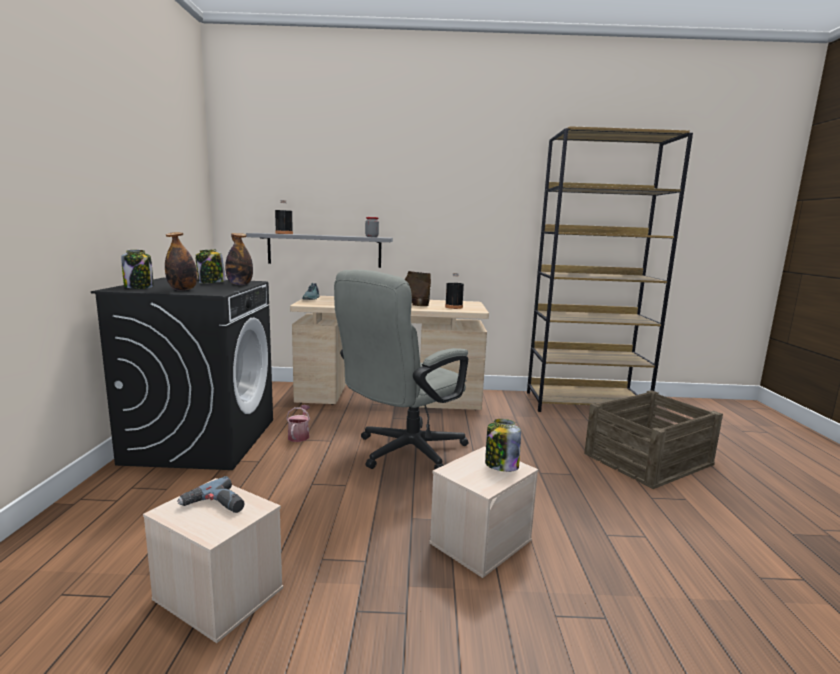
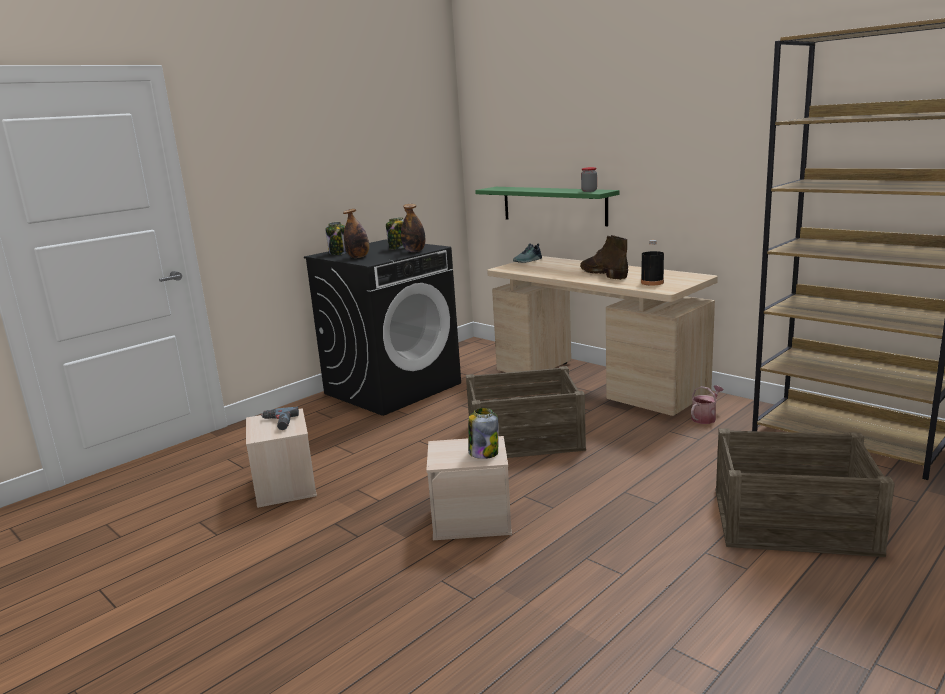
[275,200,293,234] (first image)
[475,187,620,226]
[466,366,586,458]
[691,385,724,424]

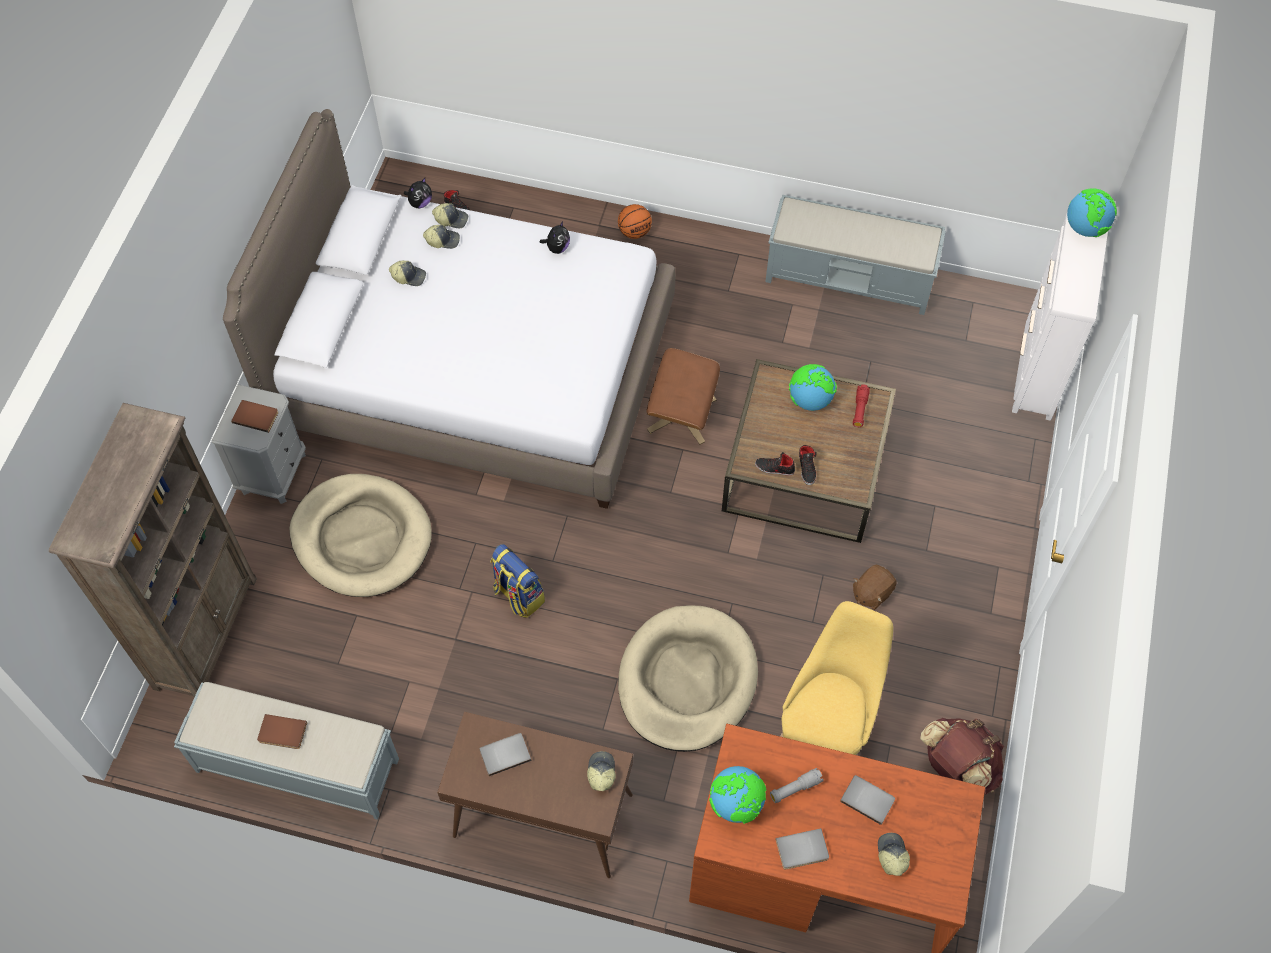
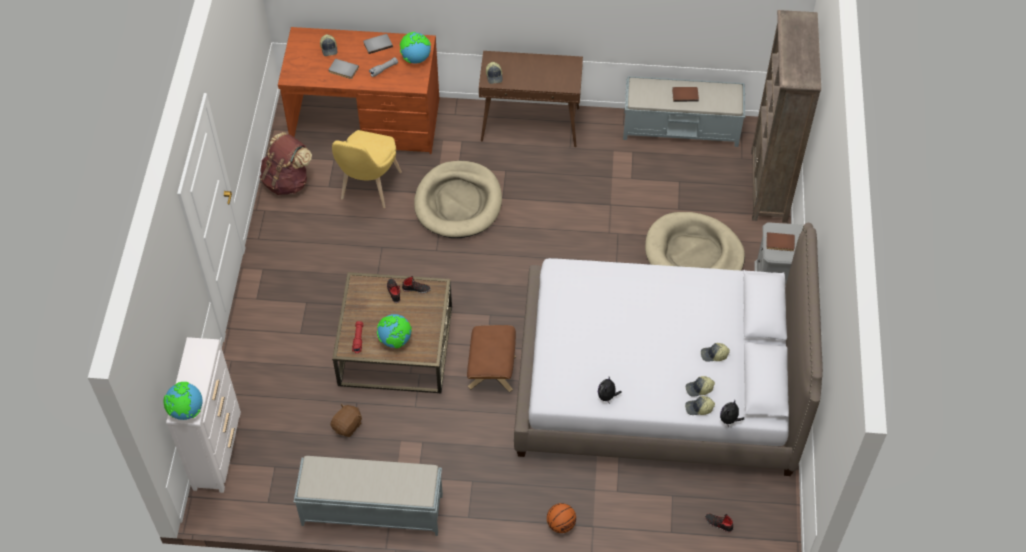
[491,544,545,618] (first image)
[330,404,362,437]
[480,733,531,776] (first image)

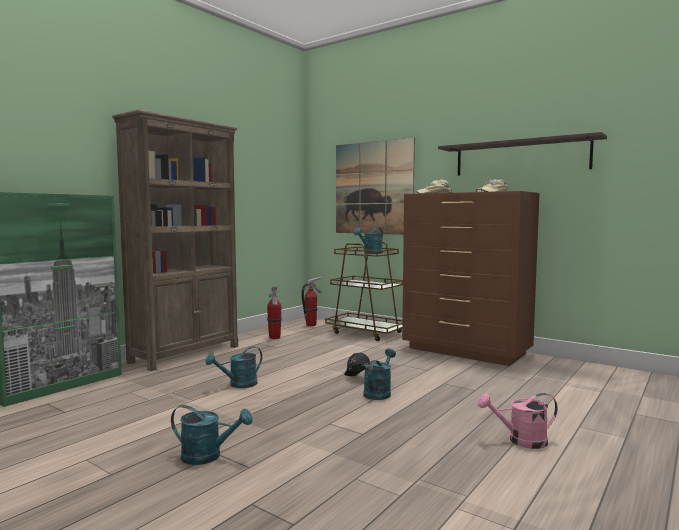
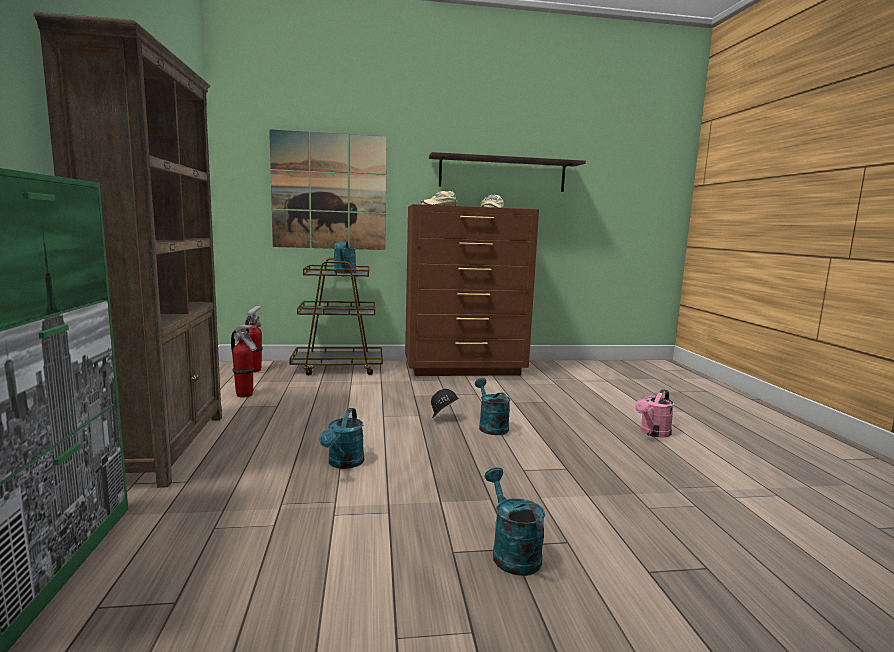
[485,467,545,576]

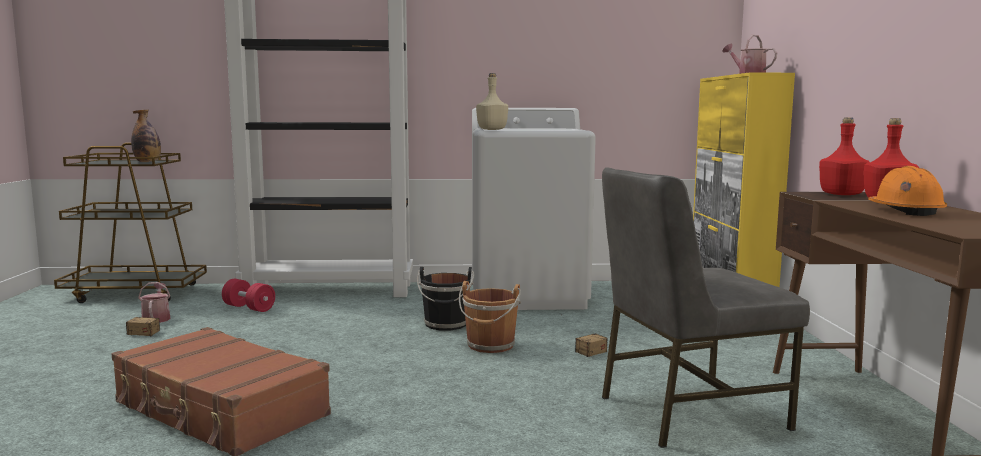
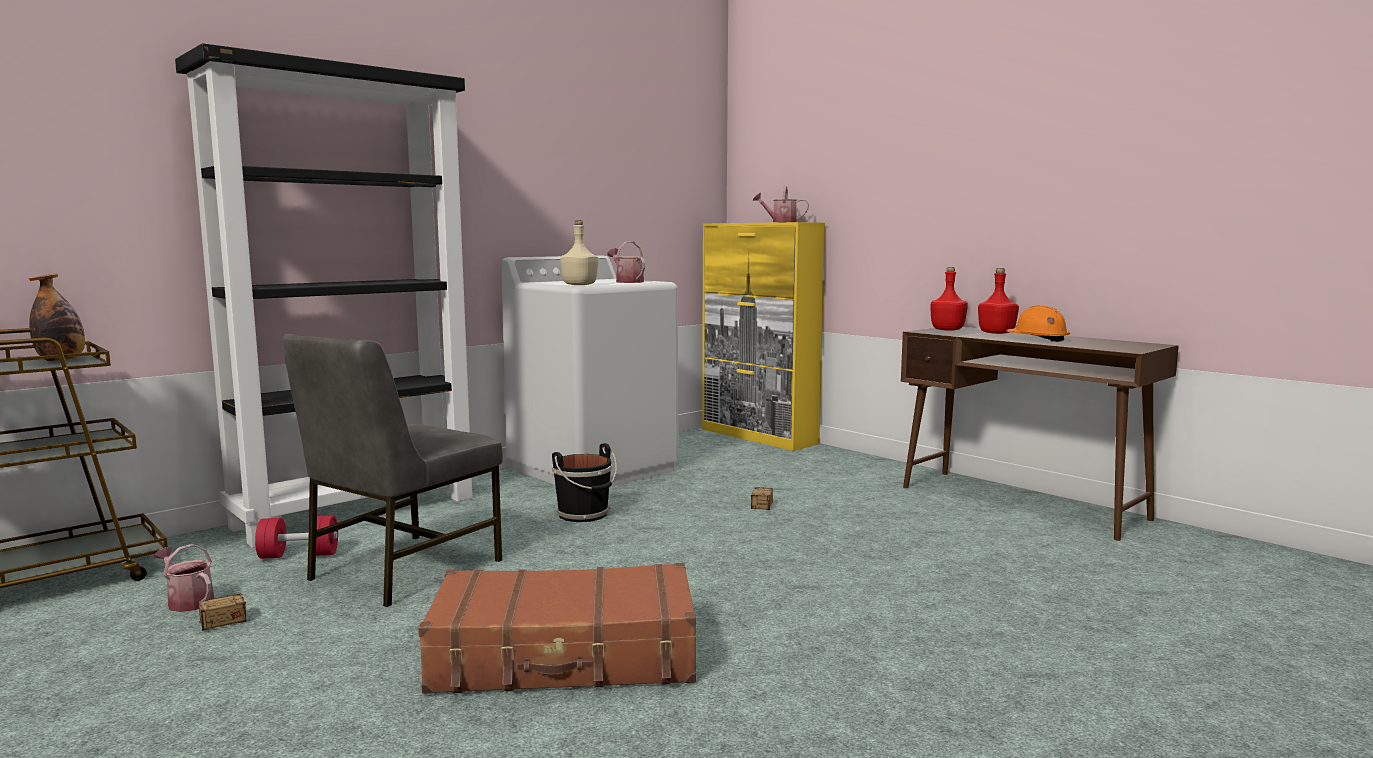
[282,334,503,607]
[459,281,521,353] (first image)
[607,242,645,283]

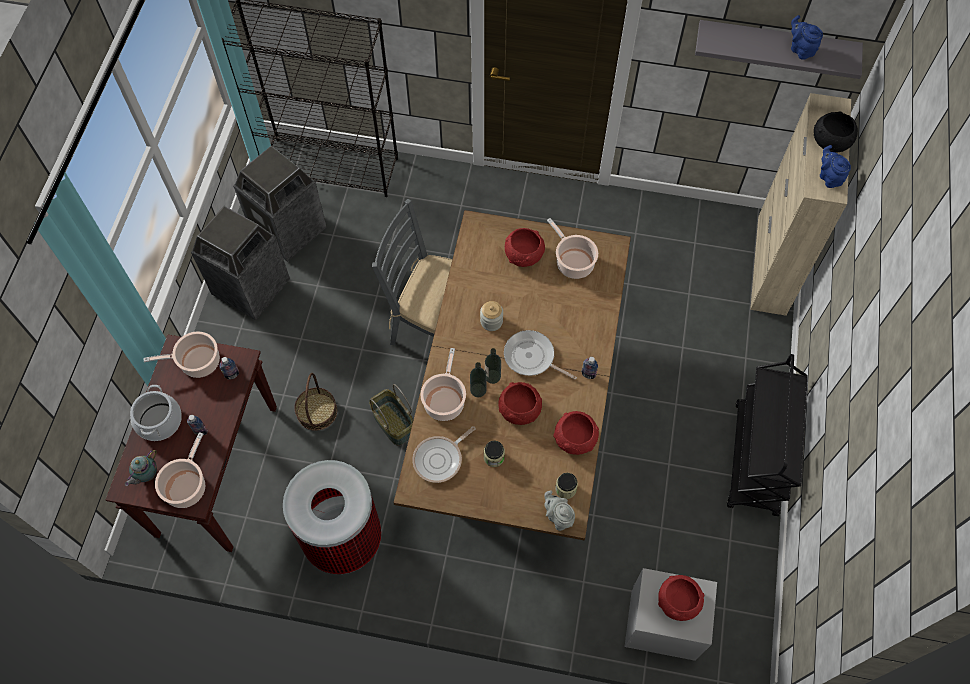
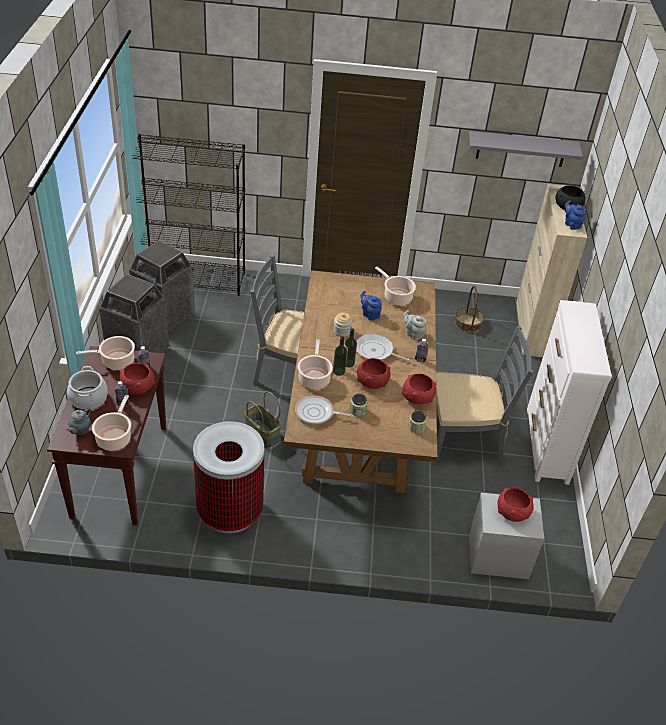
[360,291,382,321]
[119,363,155,395]
[527,300,612,485]
[454,286,484,333]
[295,395,353,424]
[404,310,426,340]
[436,326,533,463]

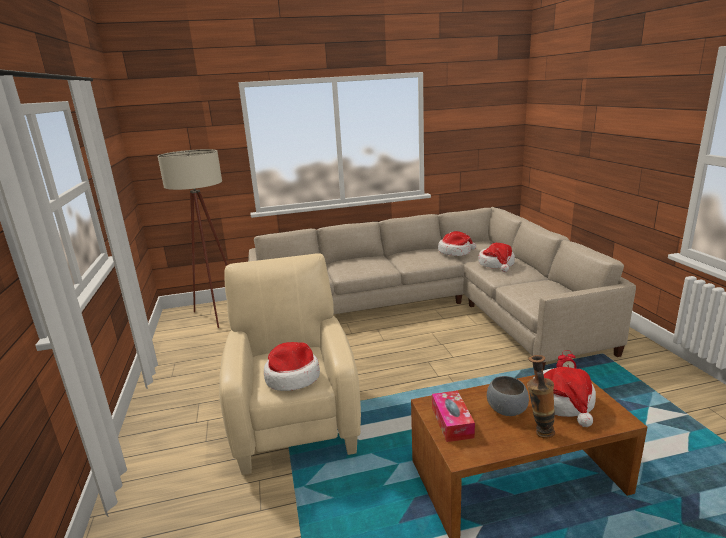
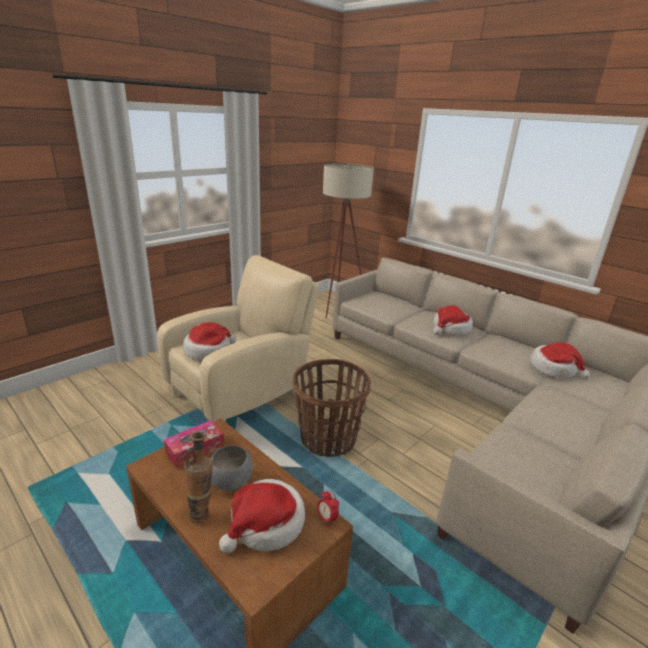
[433,305,473,335]
[293,359,371,457]

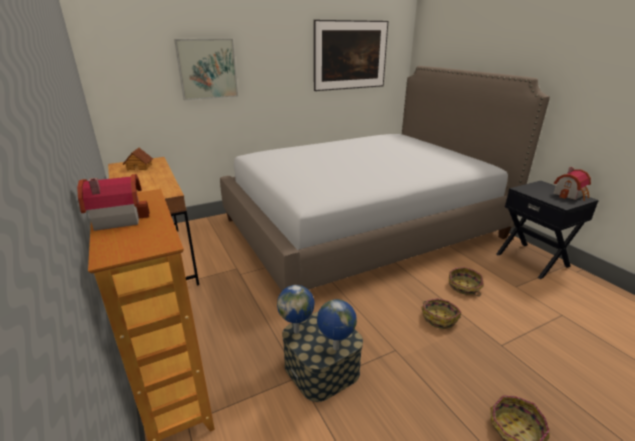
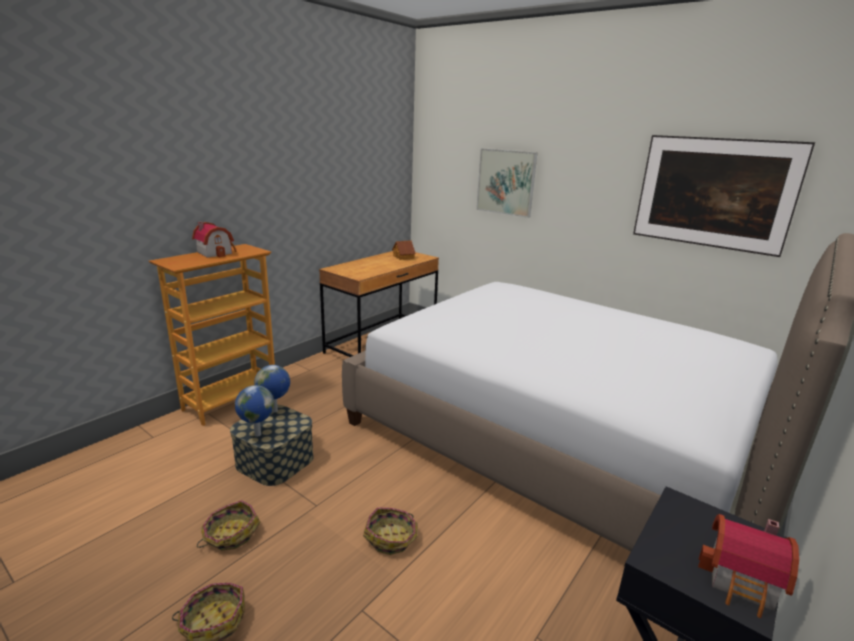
[197,500,260,550]

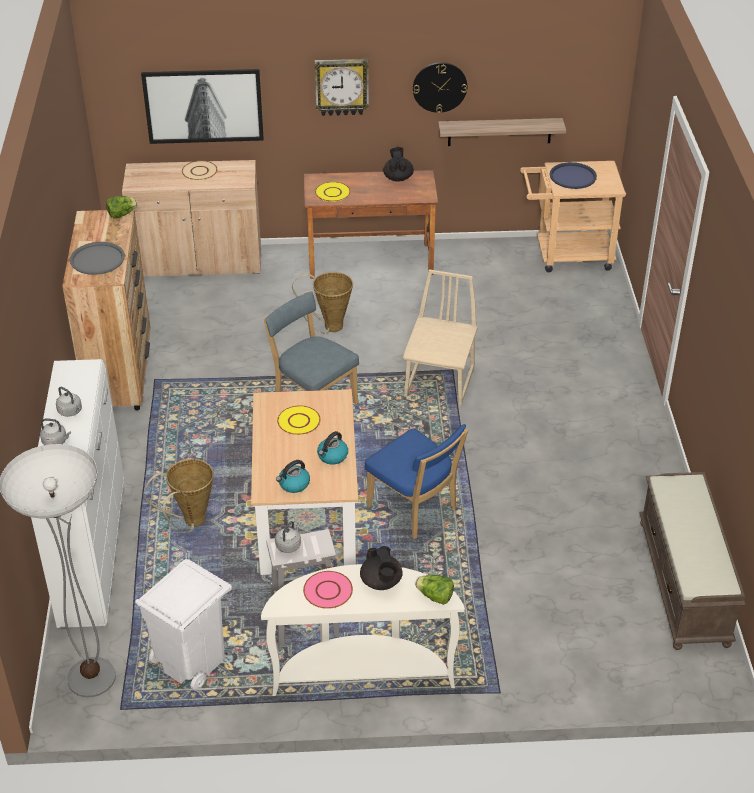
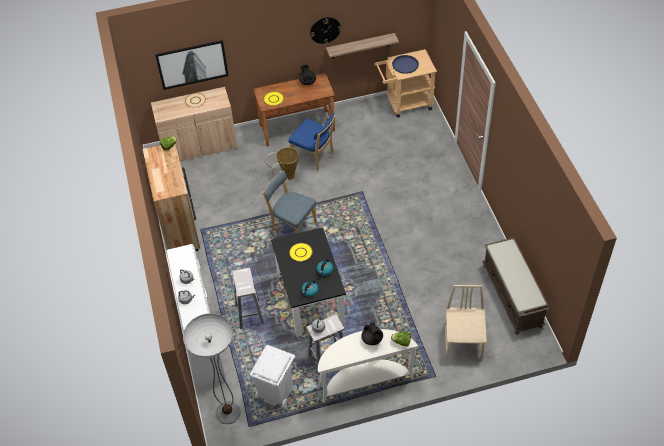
[315,59,369,116] (first image)
[70,242,125,275] (first image)
[445,285,487,359]
[271,227,346,337]
[289,113,336,171]
[232,267,264,329]
[303,571,353,609] (first image)

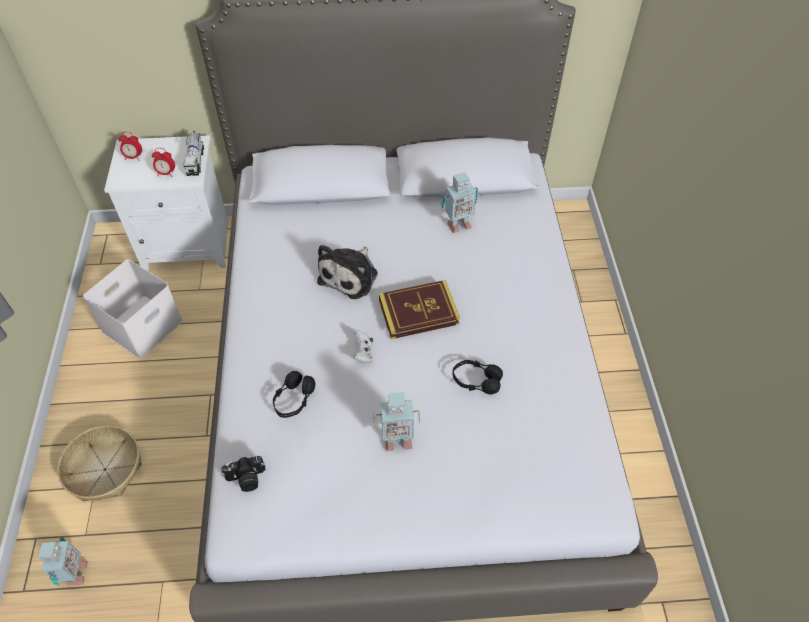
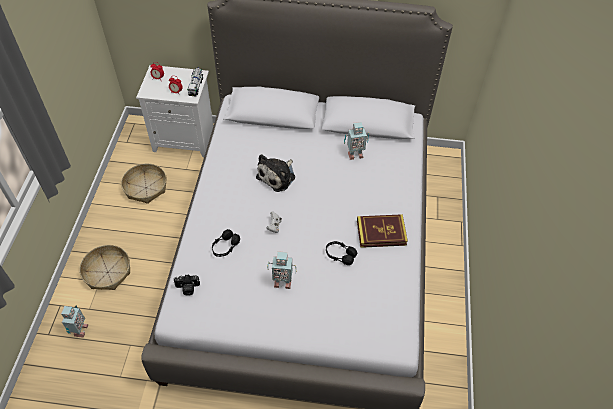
[121,163,167,204]
[357,214,408,248]

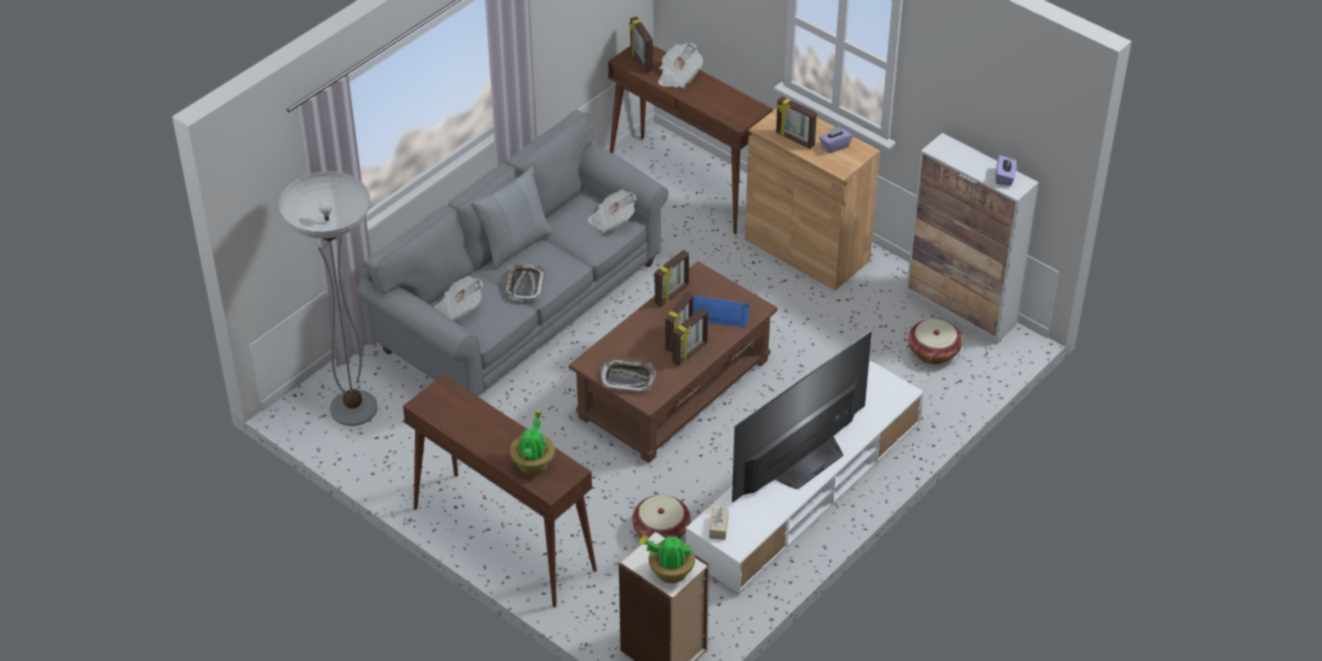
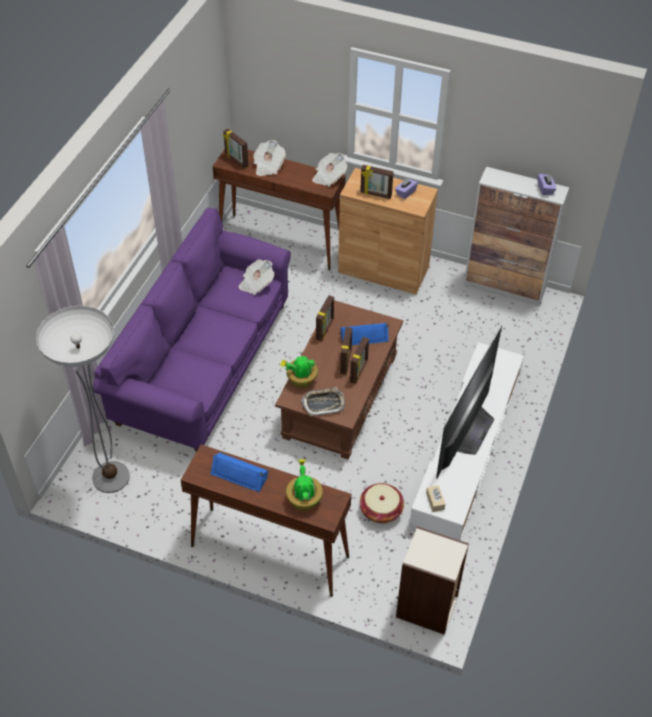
[93,208,291,452]
[473,167,553,269] (first image)
[505,264,545,302] (first image)
[312,153,347,187]
[908,319,962,364] (first image)
[280,356,318,388]
[210,453,269,492]

